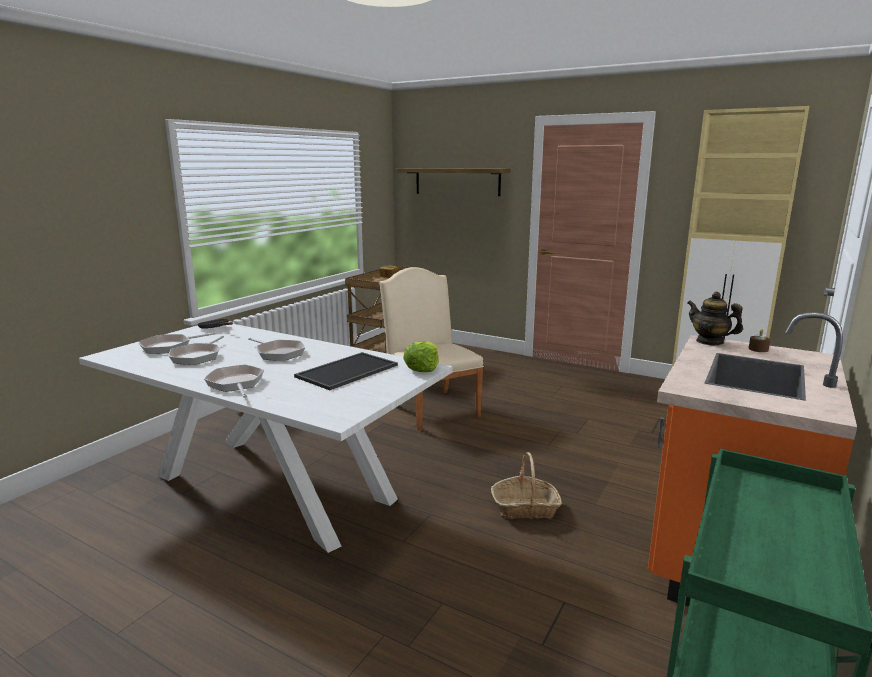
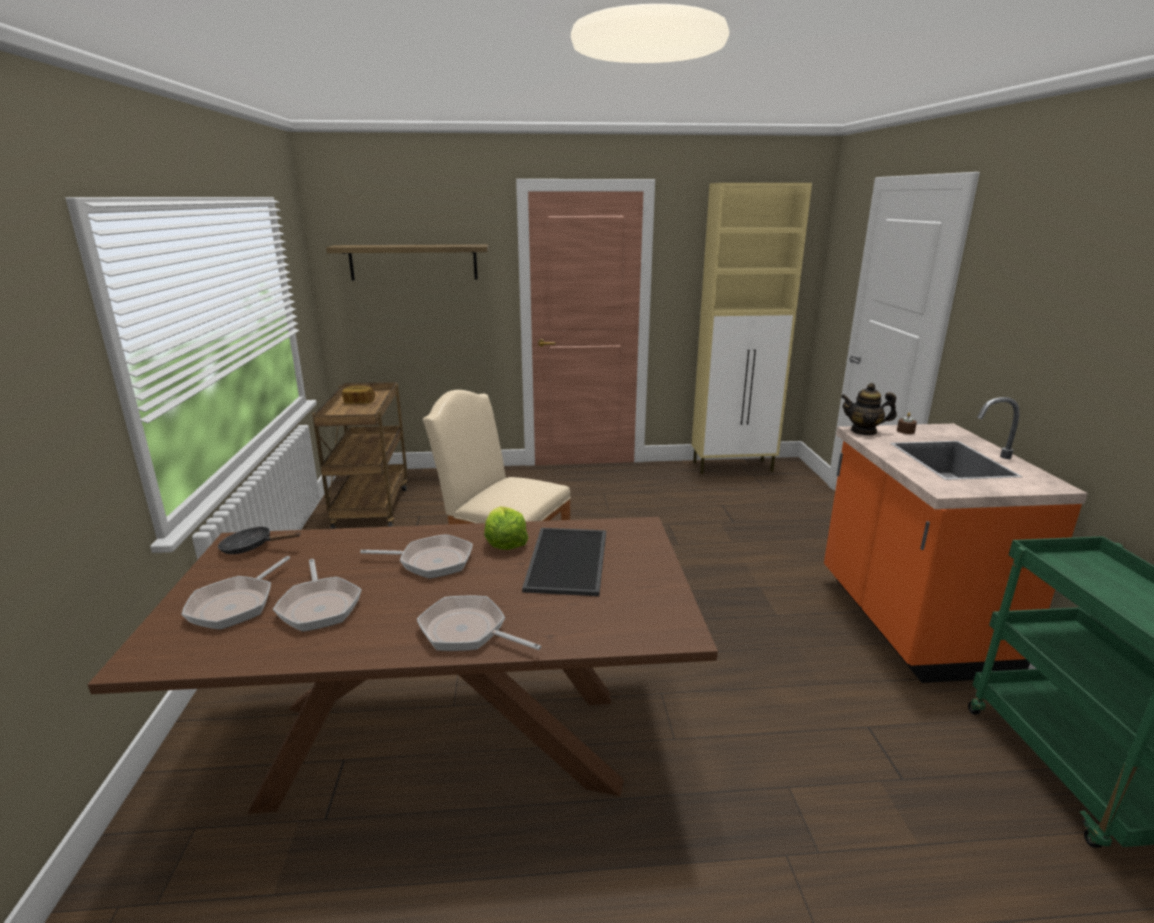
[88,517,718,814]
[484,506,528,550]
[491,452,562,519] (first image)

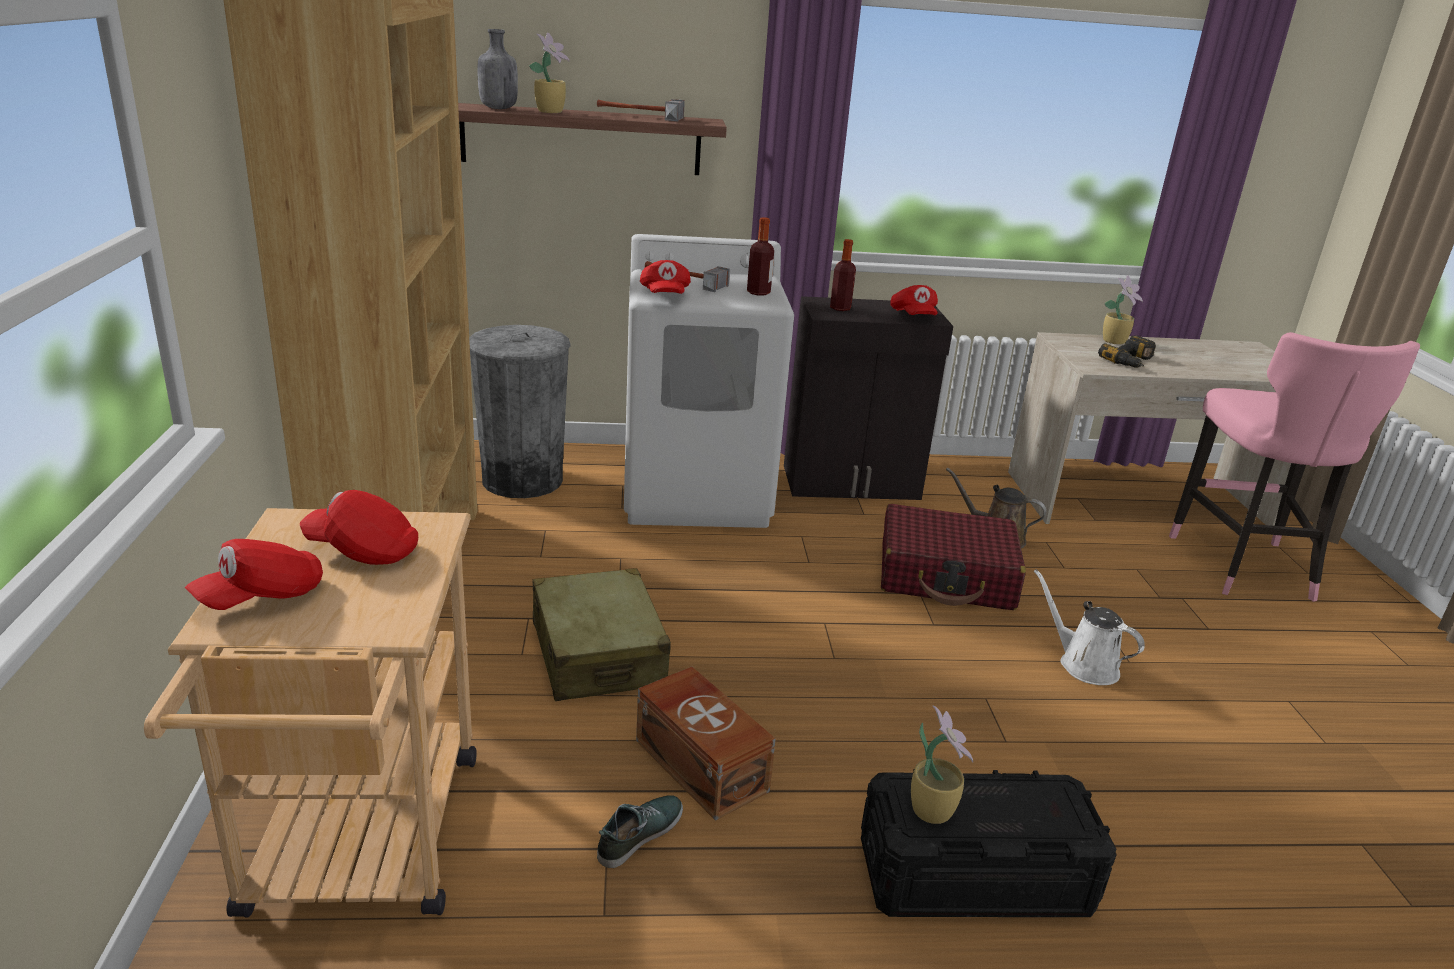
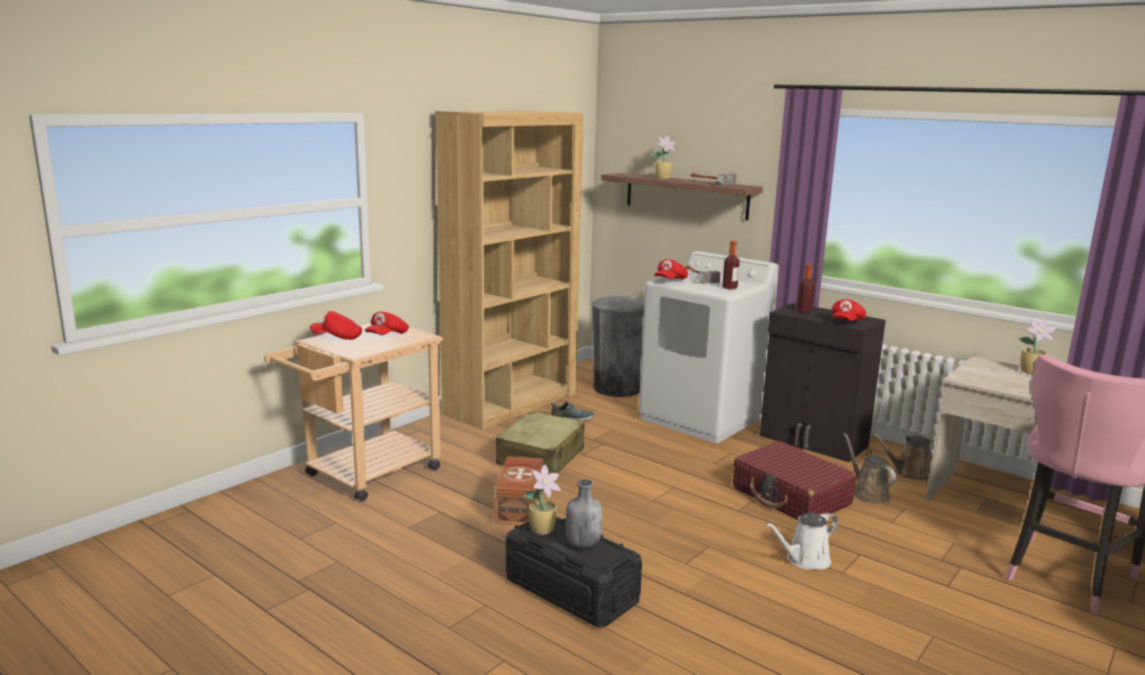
[566,479,603,548]
[1098,335,1156,368] (first image)
[365,311,409,335]
[765,513,838,570]
[551,402,594,421]
[872,434,935,480]

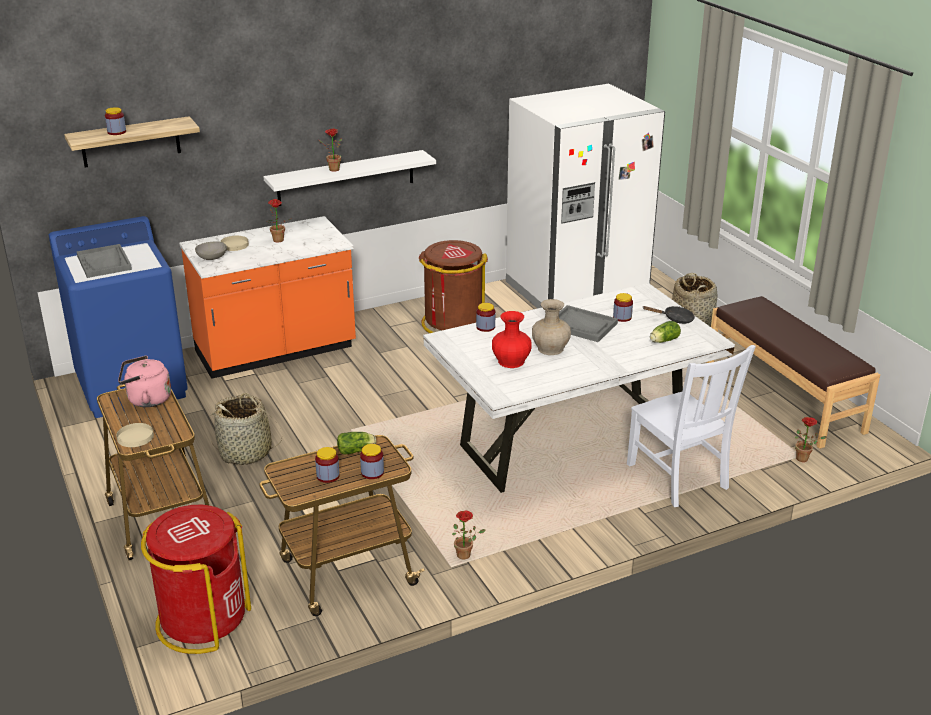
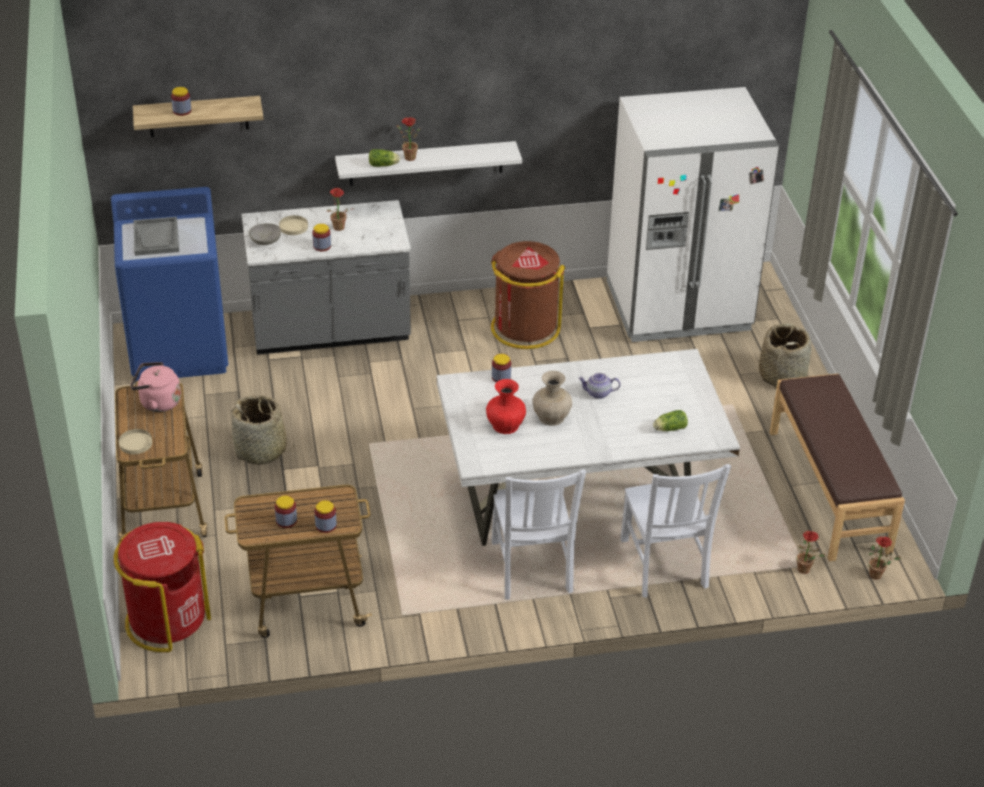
[242,200,411,355]
[312,224,331,251]
[578,373,620,399]
[643,306,695,324] (first image)
[369,149,400,167]
[869,537,901,580]
[492,469,586,600]

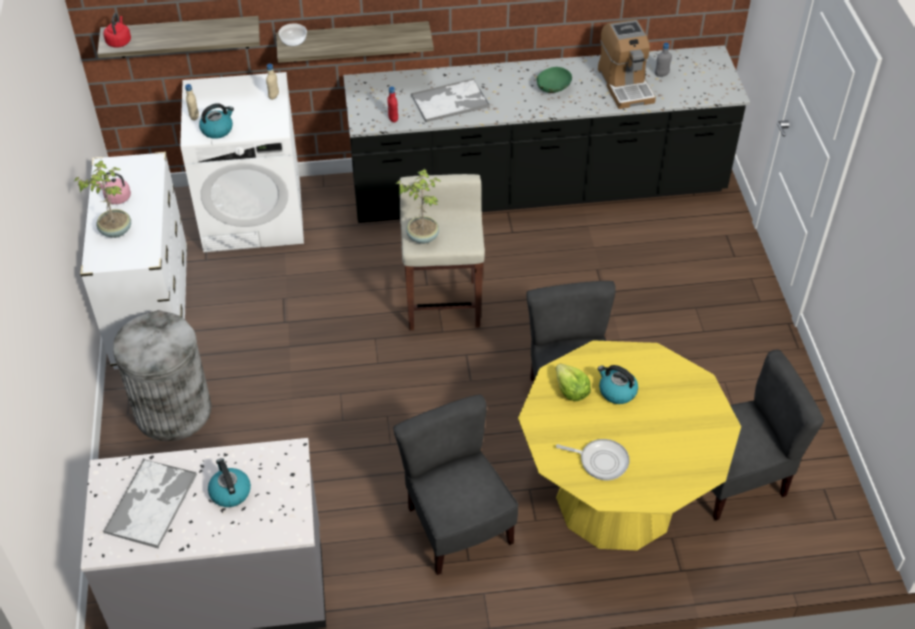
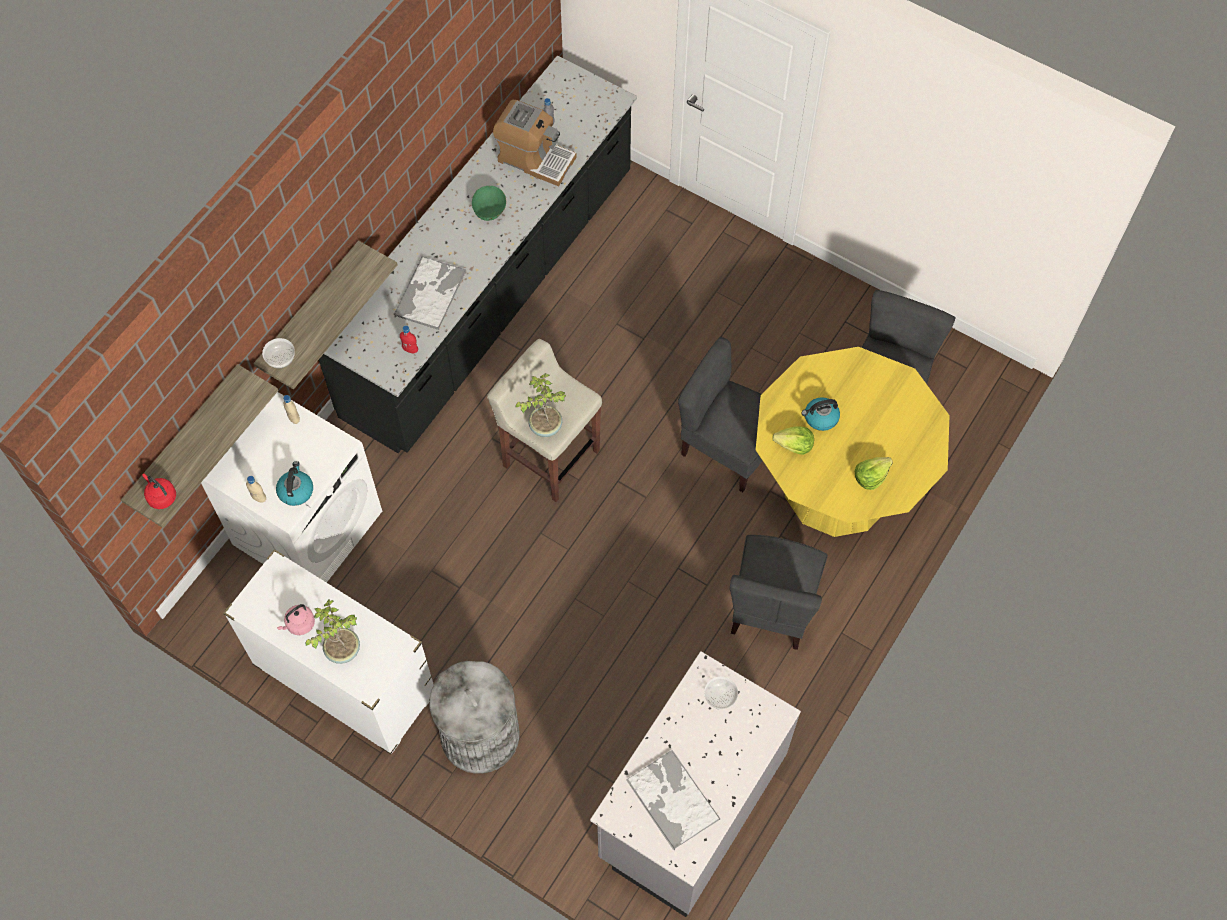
[730,535,828,650]
[854,457,893,490]
[208,458,251,507] (first image)
[704,676,738,710]

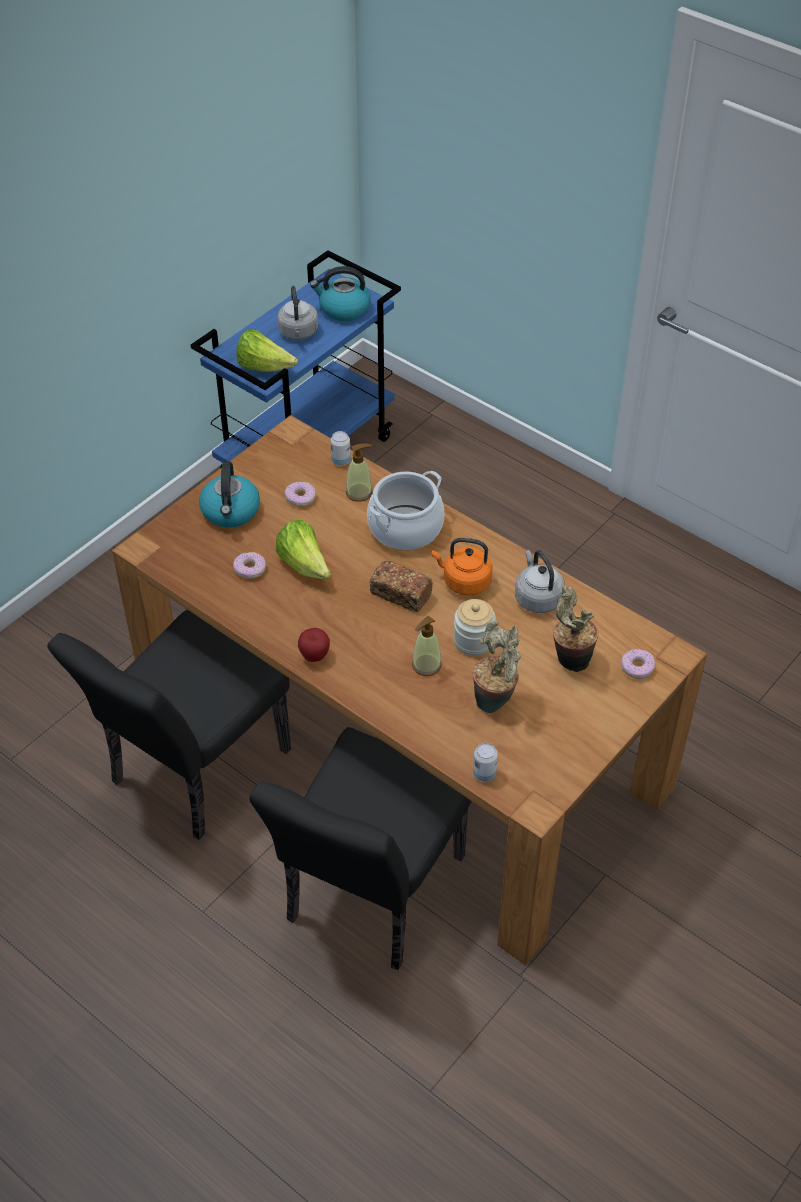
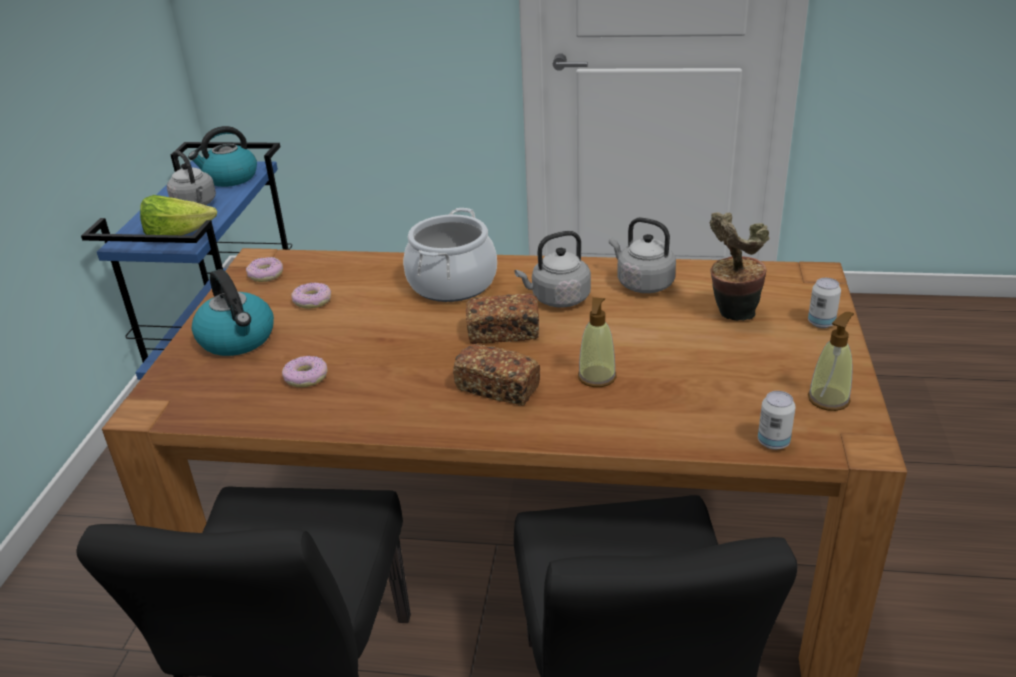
[808,278,841,328]
[808,312,854,411]
[276,520,331,579] (first image)
[515,231,591,308]
[454,599,496,656] (first image)
[473,621,521,713] (first image)
[298,628,330,662] (first image)
[246,257,283,282]
[453,344,540,406]

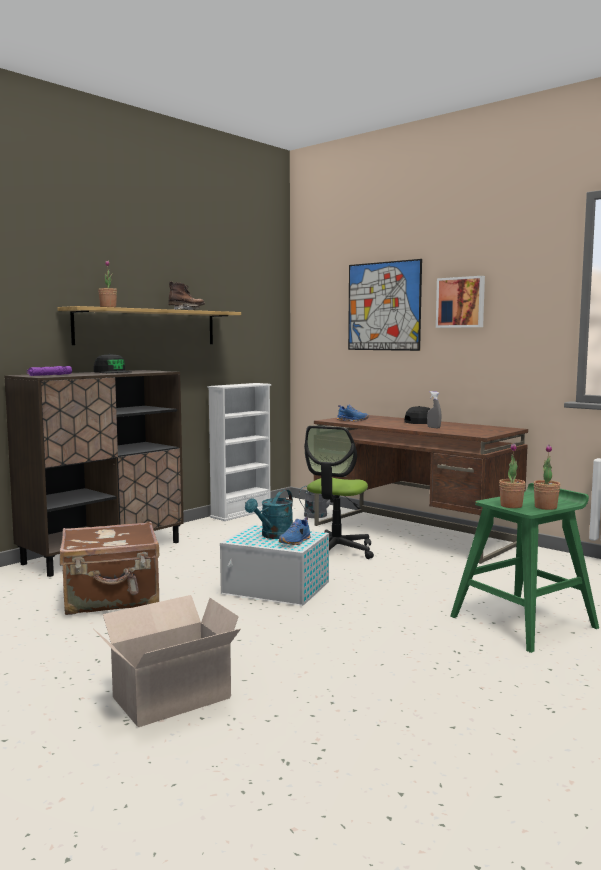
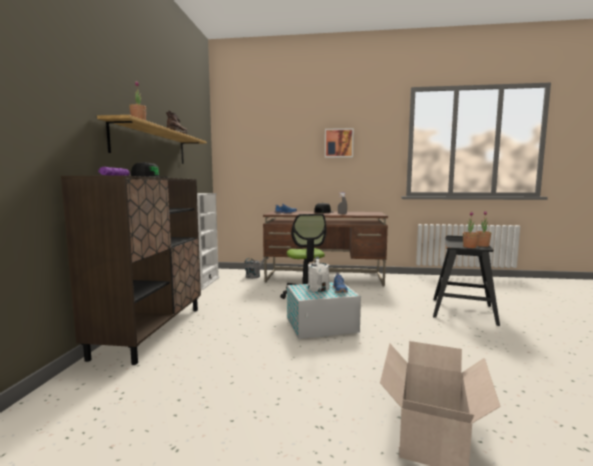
[348,259,422,351] (first image)
[433,235,500,326]
[308,256,330,292]
[60,521,159,615] (first image)

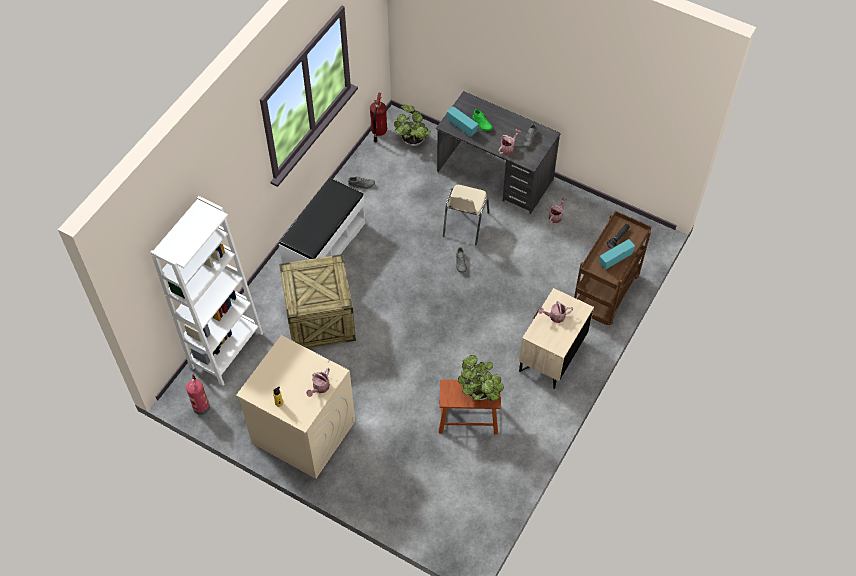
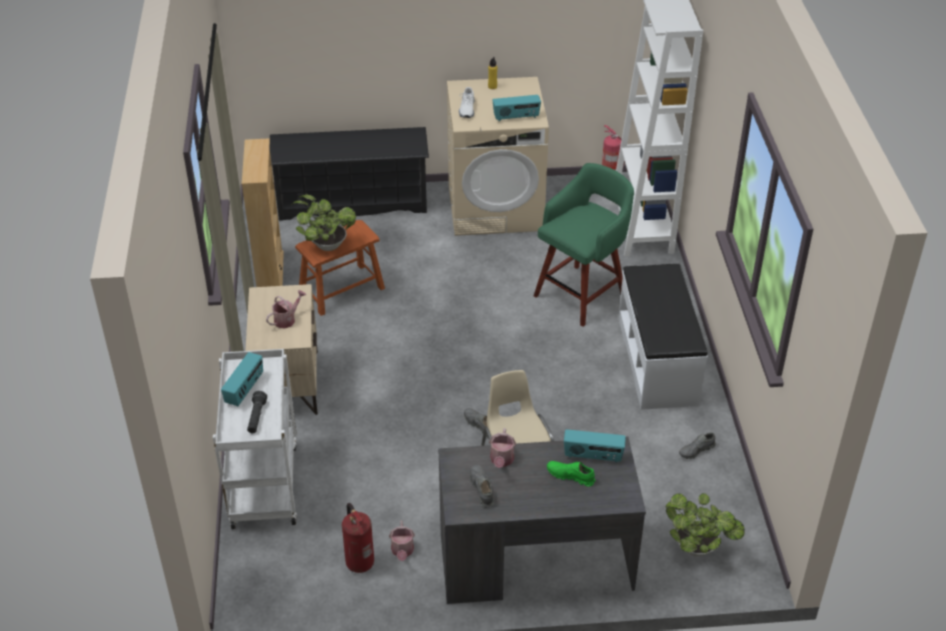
[342,503,374,573]
[213,349,297,529]
[534,163,634,327]
[459,87,474,118]
[492,95,541,121]
[269,127,429,221]
[242,138,284,287]

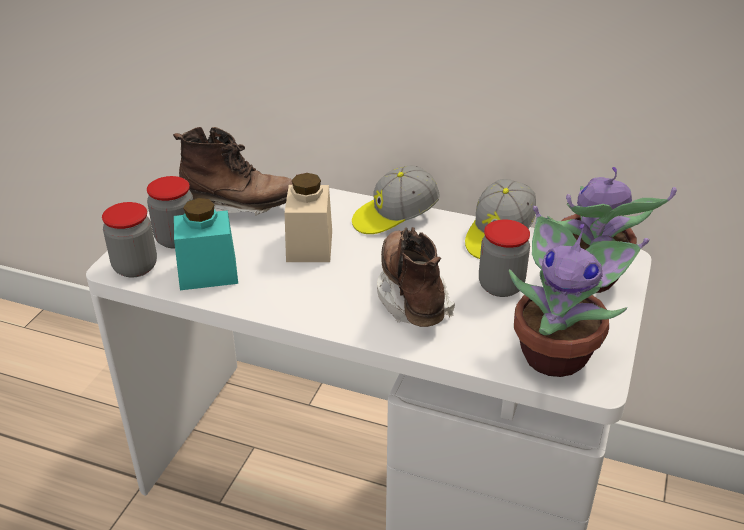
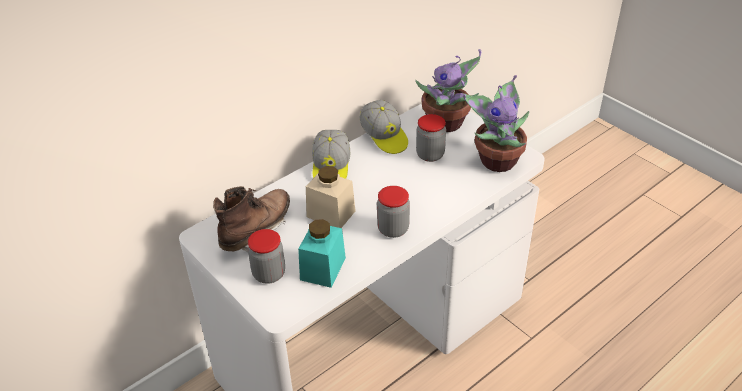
[377,186,410,238]
[377,227,455,327] (first image)

